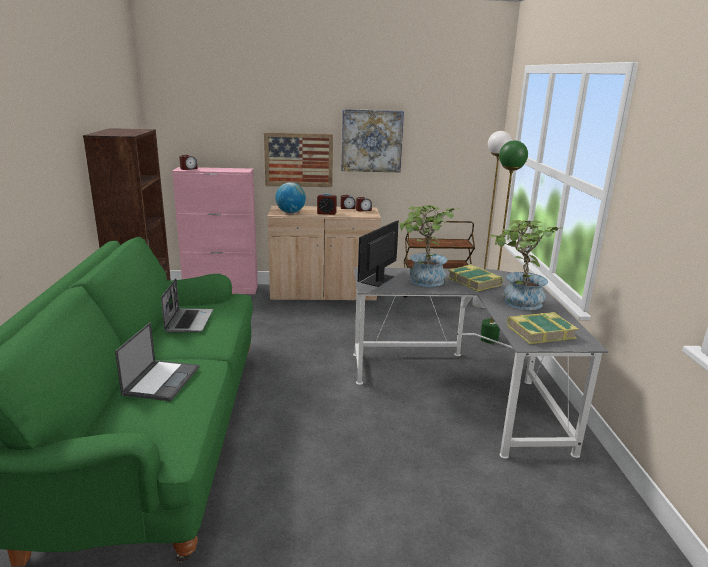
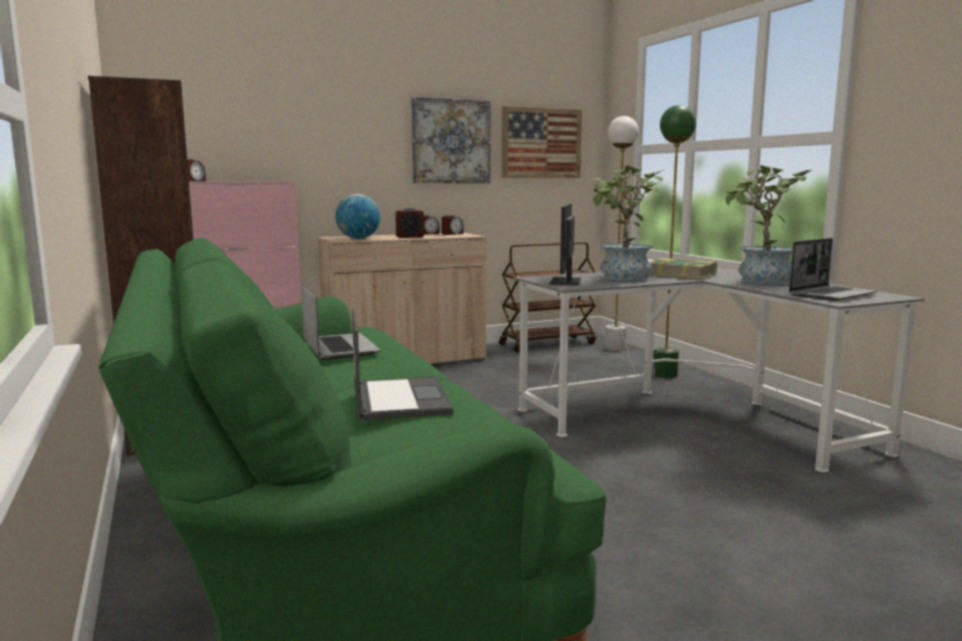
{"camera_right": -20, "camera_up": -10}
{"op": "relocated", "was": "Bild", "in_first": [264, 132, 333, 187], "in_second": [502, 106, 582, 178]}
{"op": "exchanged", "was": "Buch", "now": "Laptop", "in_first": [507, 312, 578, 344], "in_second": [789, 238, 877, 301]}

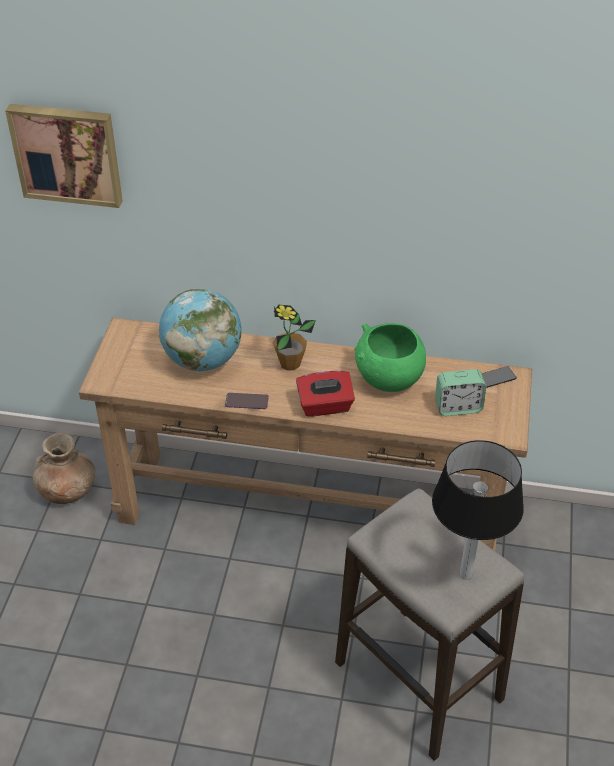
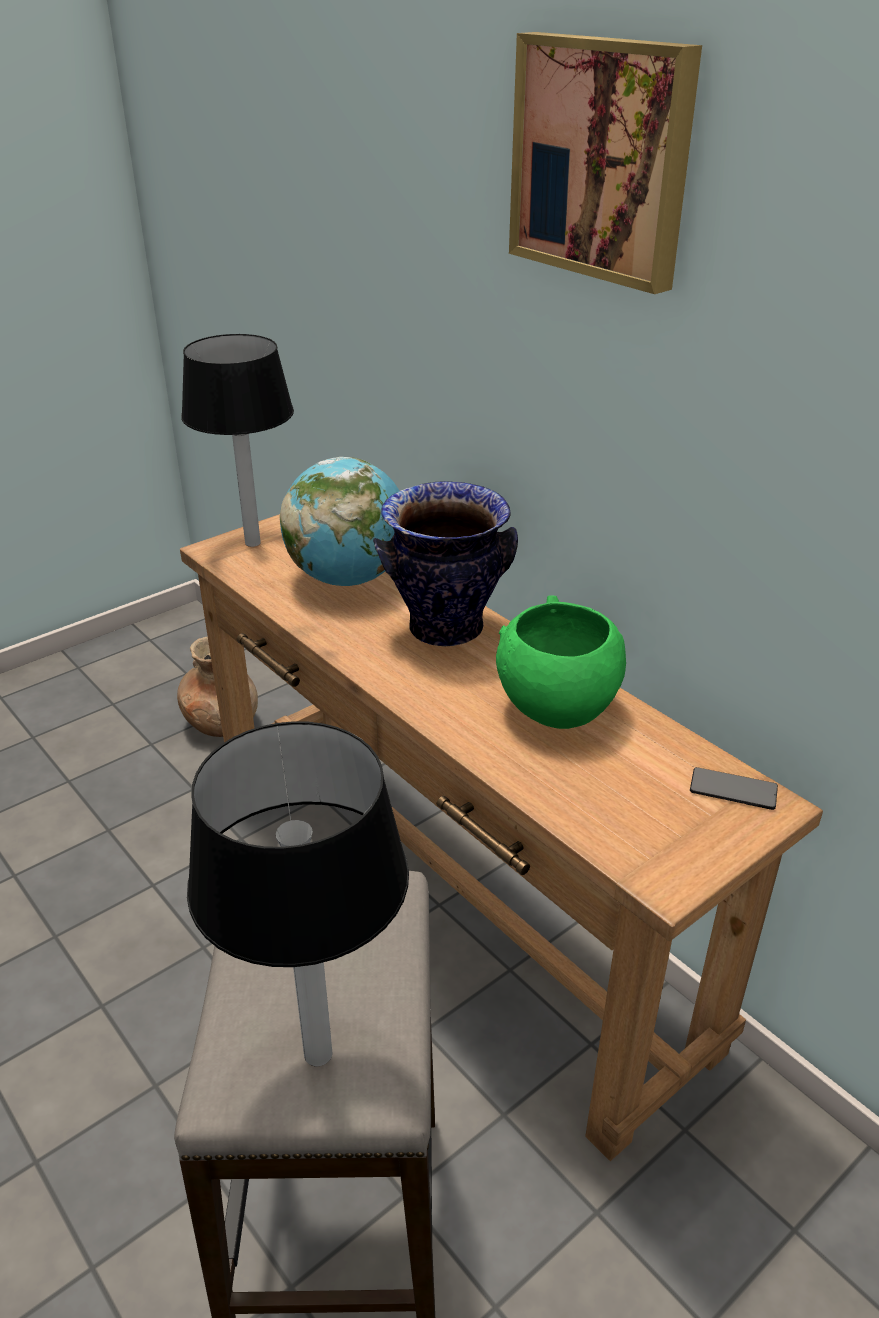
{"camera_right": 40, "camera_up": -10}
{"op": "missing", "was": "Handy", "in_first": [225, 393, 269, 409]}
{"op": "missing", "was": "Taschentuchbox [rot]", "in_first": [296, 371, 355, 417]}
{"op": "missing", "was": "Wecker", "in_first": [435, 369, 486, 416]}
{"op": "appeared", "now": "Tischlampe", "in_second": [181, 334, 294, 547]}
{"op": "relocated", "was": "Bild", "in_first": [5, 104, 123, 208], "in_second": [509, 32, 702, 294]}
{"op": "exchanged", "was": "Topfpflanze", "now": "Vase", "in_first": [273, 305, 316, 371], "in_second": [373, 481, 518, 647]}

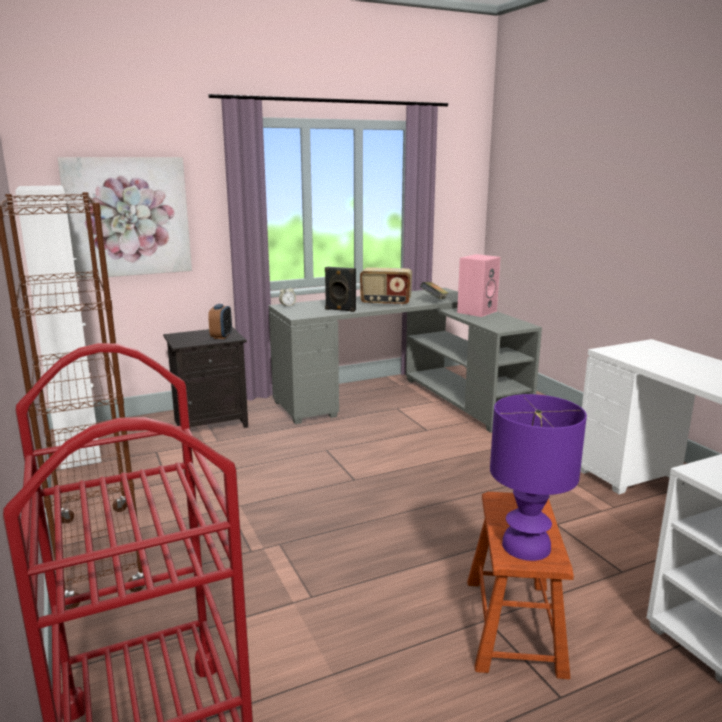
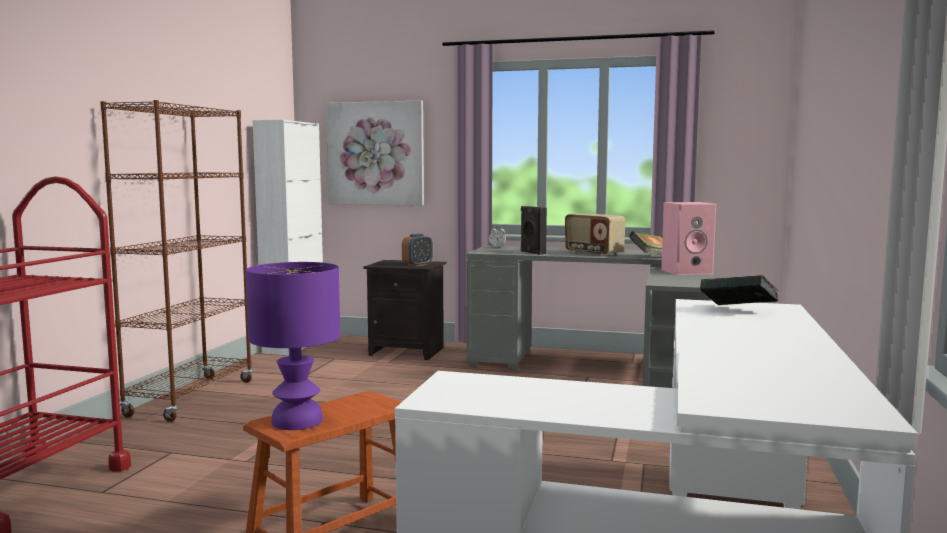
{"camera_right": 40, "camera_up": -10}
{"op": "appeared", "now": "Buch", "in_second": [700, 275, 778, 305]}

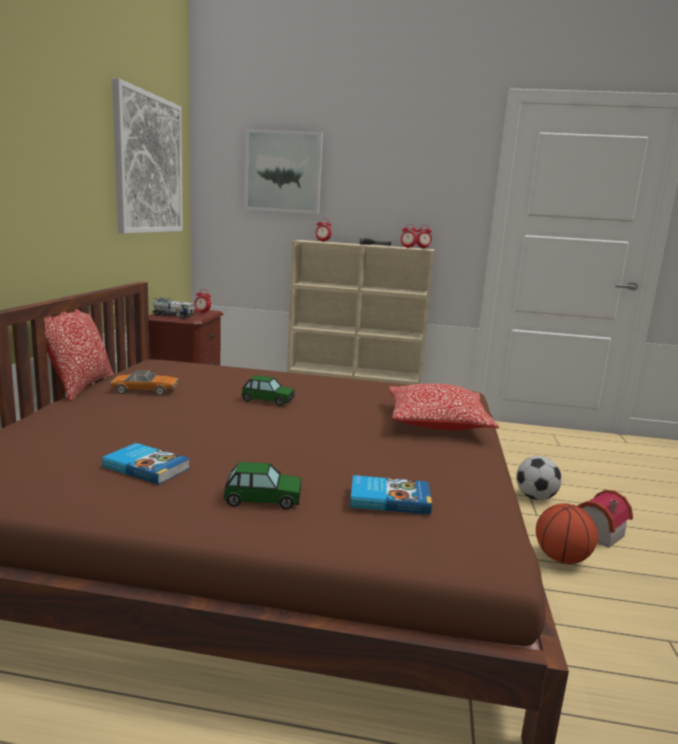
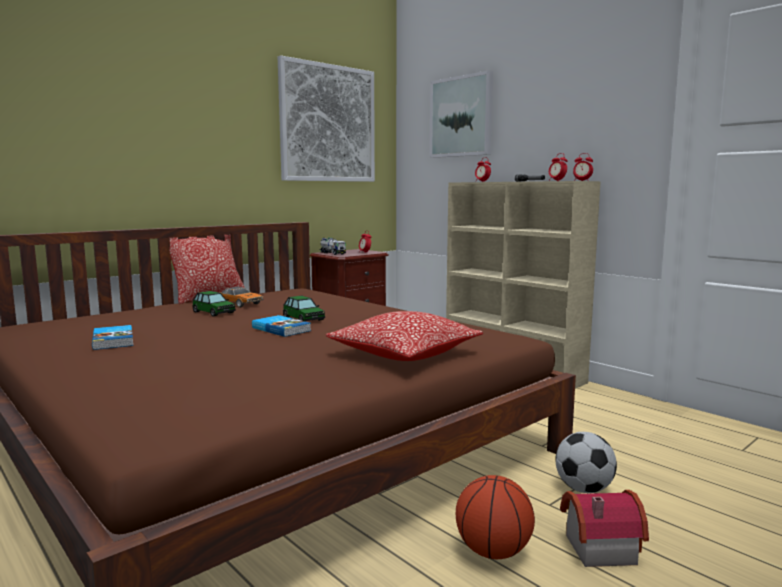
{"camera_right": 40, "camera_up": -5}
{"op": "relocated", "was": "Spielzeugauto", "in_first": [224, 462, 302, 509], "in_second": [192, 291, 236, 316]}
{"op": "relocated", "was": "Buch", "in_first": [350, 475, 432, 515], "in_second": [252, 315, 311, 337]}

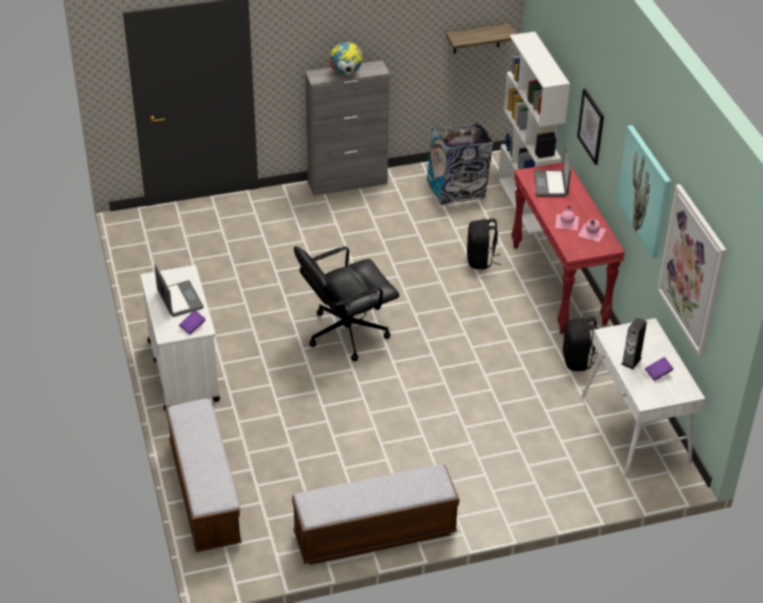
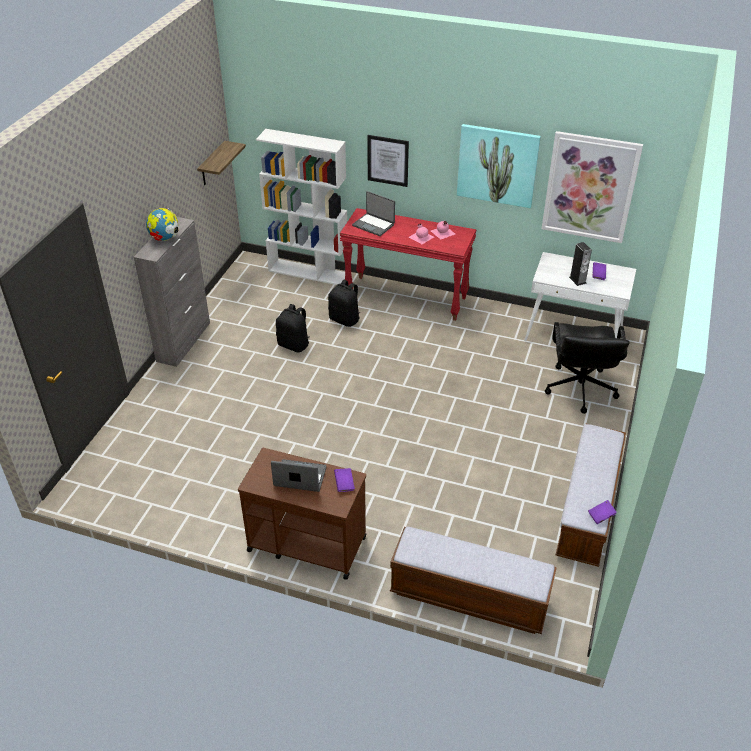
{"camera_right": -55, "camera_up": 0}
{"op": "missing", "was": "Mülleimer", "in_first": [427, 122, 493, 206]}
{"op": "appeared", "now": "Buch [lila]", "in_second": [588, 500, 617, 524]}
{"op": "relocated", "was": "Bürostuhl [schwarz]", "in_first": [294, 246, 400, 361], "in_second": [545, 322, 630, 414]}
{"op": "relocated", "was": "Rucksack [schwarz]", "in_first": [563, 316, 598, 371], "in_second": [276, 304, 310, 352]}
{"op": "colour", "was": "Rollwagen [weiß]", "now": "Rollwagen [braun]", "in_first": [140, 265, 220, 411], "in_second": [238, 448, 366, 580]}

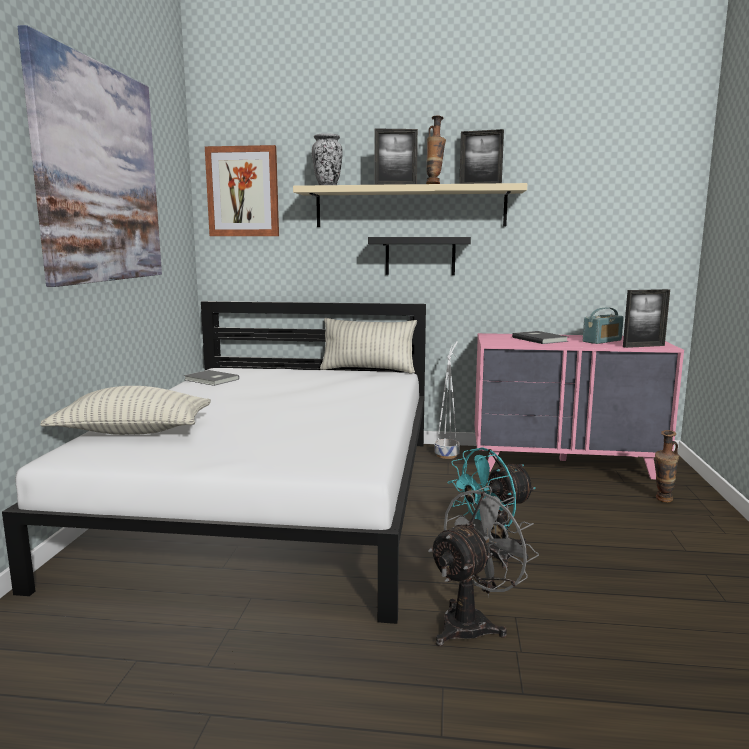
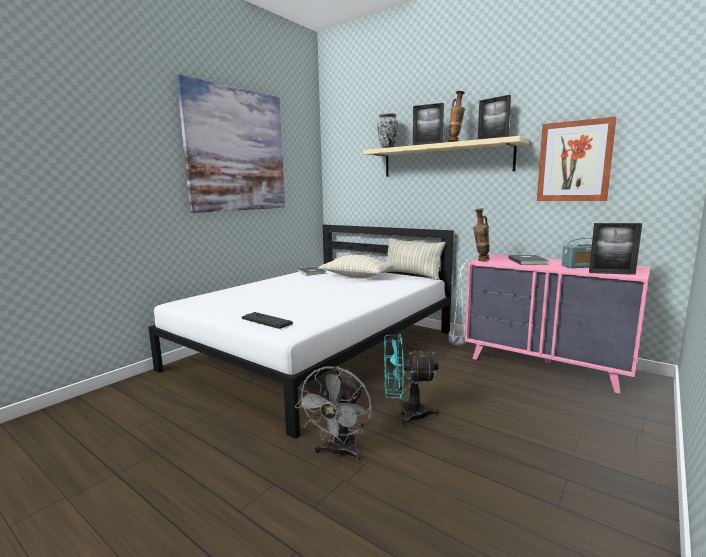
{"camera_right": 30, "camera_up": 0}
{"op": "missing", "was": "Wandregal [schwarz]", "in_first": [368, 237, 471, 275]}
{"op": "appeared", "now": "Tastatur", "in_second": [242, 312, 293, 329]}
{"op": "relocated", "was": "Kissen", "in_first": [40, 386, 211, 435], "in_second": [318, 255, 394, 278]}
{"op": "relocated", "was": "Bild", "in_first": [205, 145, 279, 236], "in_second": [537, 117, 617, 201]}
{"op": "relocated", "was": "Vase", "in_first": [655, 430, 679, 502], "in_second": [473, 208, 490, 261]}
{"op": "spun", "was": "Ventilator [grau]", "in_first": [428, 486, 539, 646], "in_second": [295, 366, 372, 461], "clockwise": 120}

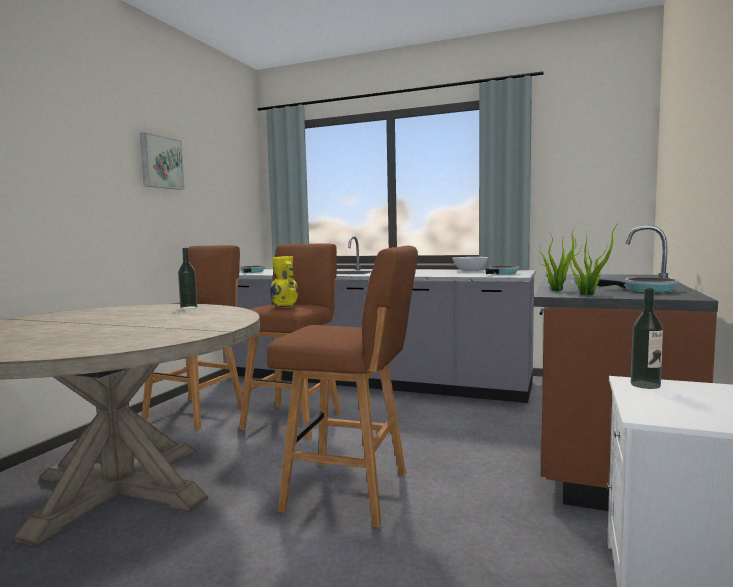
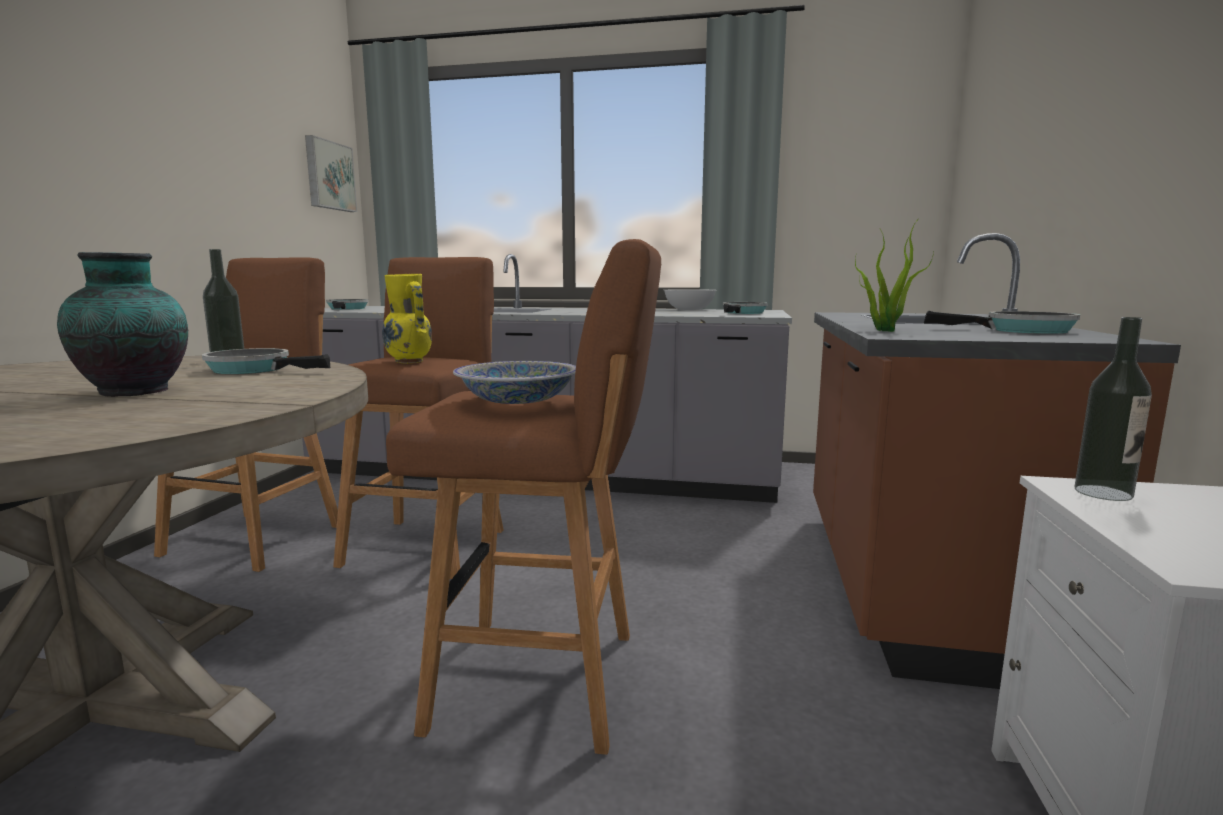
{"camera_right": -10, "camera_up": 5}
{"op": "missing", "was": "Topfpflanze", "in_first": [570, 222, 619, 295]}
{"op": "appeared", "now": "Vase", "in_second": [57, 252, 188, 397]}
{"op": "appeared", "now": "Pfanne", "in_second": [202, 348, 330, 374]}
{"op": "appeared", "now": "Schüssel", "in_second": [453, 361, 576, 404]}
{"op": "relocated", "was": "Bild", "in_first": [140, 132, 185, 190], "in_second": [305, 135, 357, 212]}

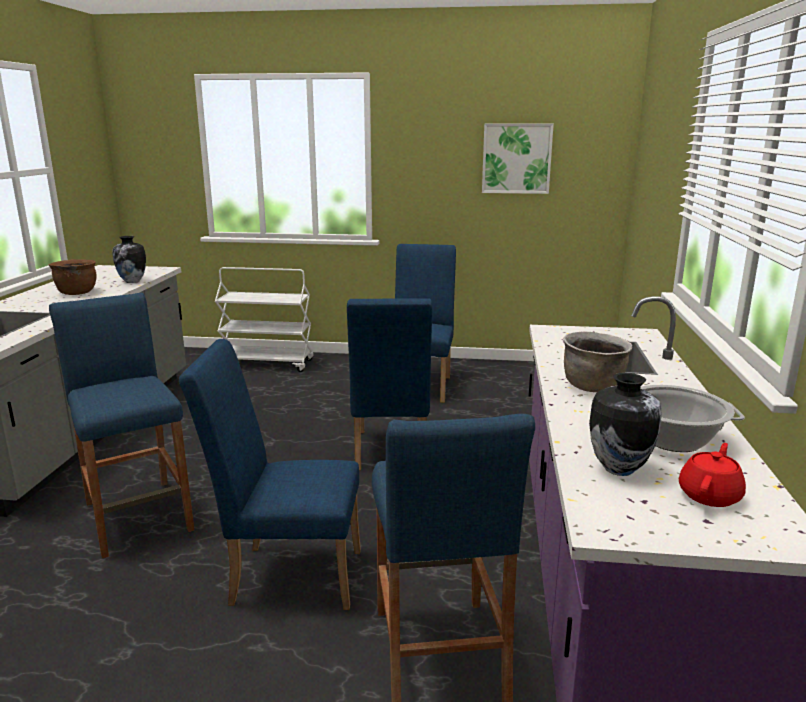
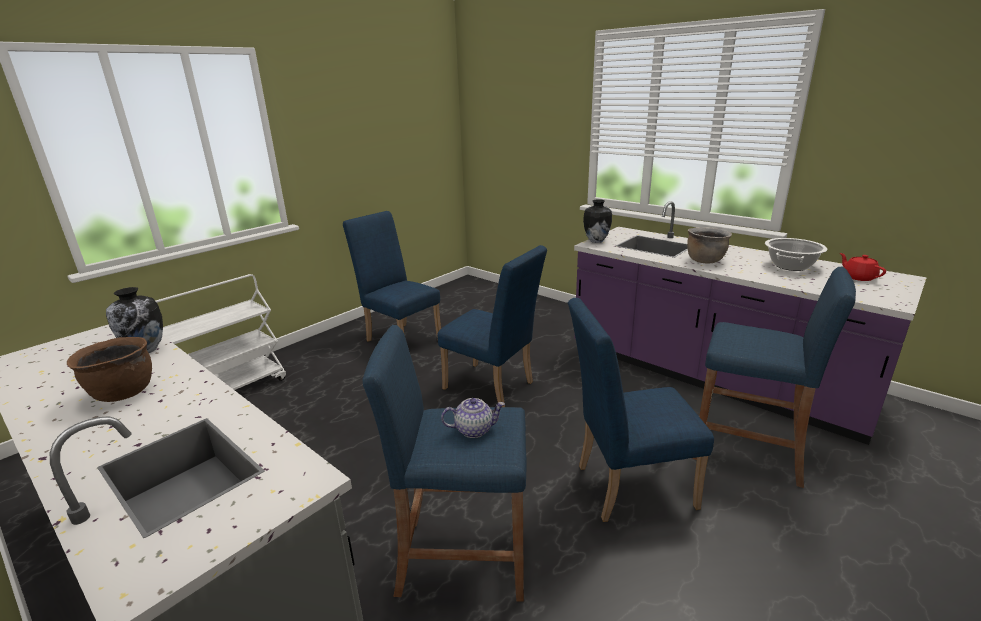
{"camera_right": -55, "camera_up": 5}
{"op": "missing", "was": "Bild", "in_first": [482, 124, 554, 194]}
{"op": "appeared", "now": "Teekanne", "in_second": [441, 398, 505, 438]}
{"op": "relocated", "was": "Vase", "in_first": [589, 373, 662, 476], "in_second": [583, 199, 612, 243]}
{"op": "spun", "was": "Stuhl [blau]", "in_first": [179, 339, 361, 610], "in_second": [568, 298, 714, 522], "clockwise": 45}

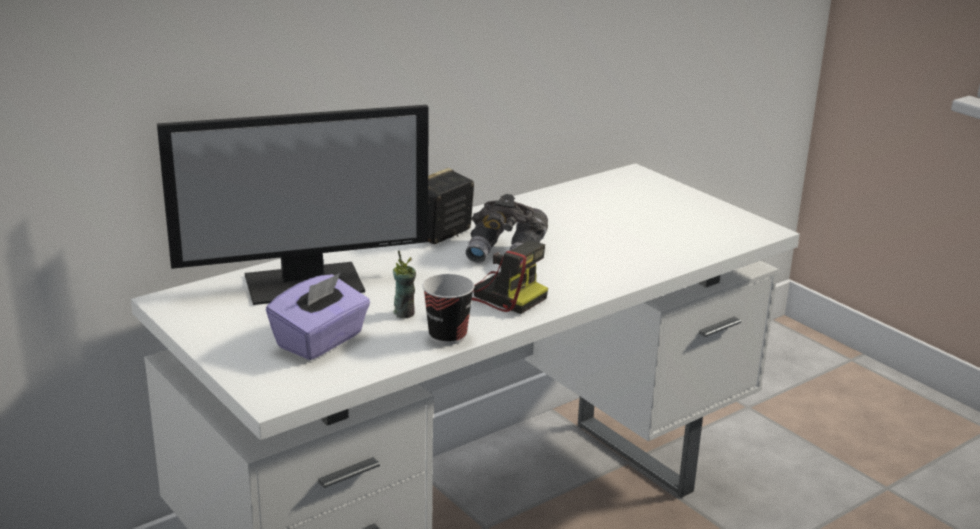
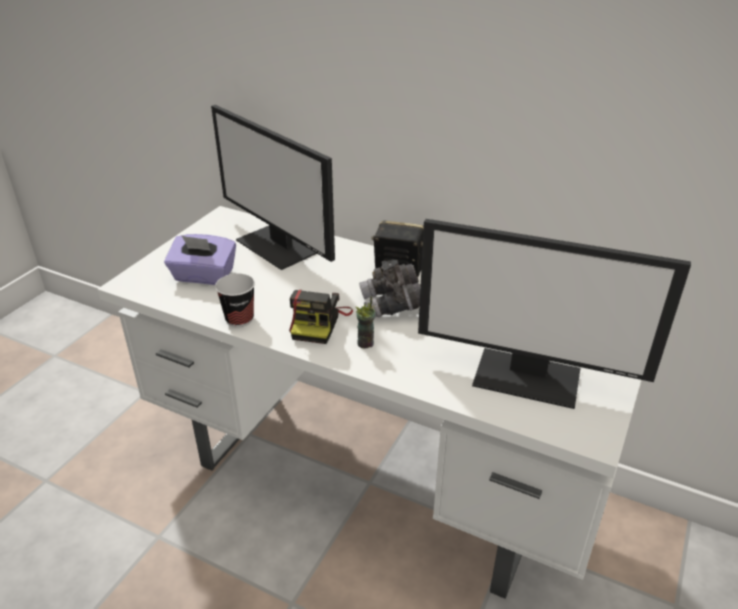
{"camera_right": 65, "camera_up": 10}
{"op": "appeared", "now": "Monitor", "in_second": [418, 219, 691, 409]}
{"op": "relocated", "was": "Tasse", "in_first": [393, 250, 416, 318], "in_second": [356, 296, 375, 349]}

